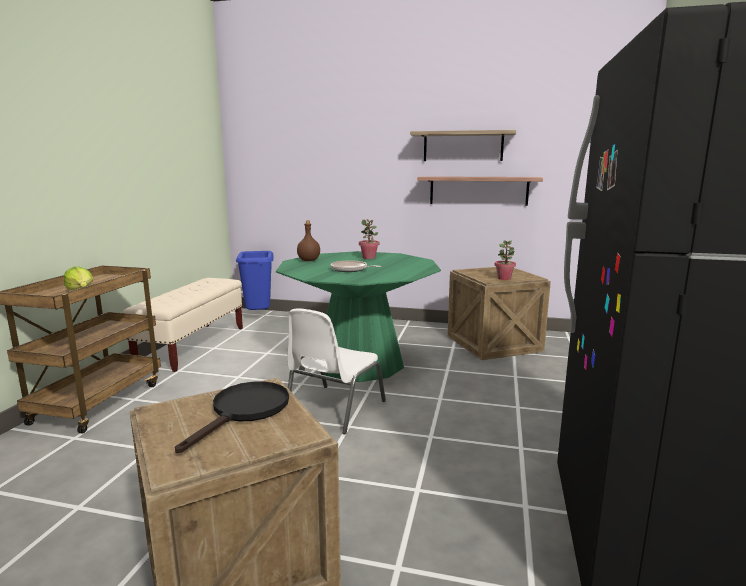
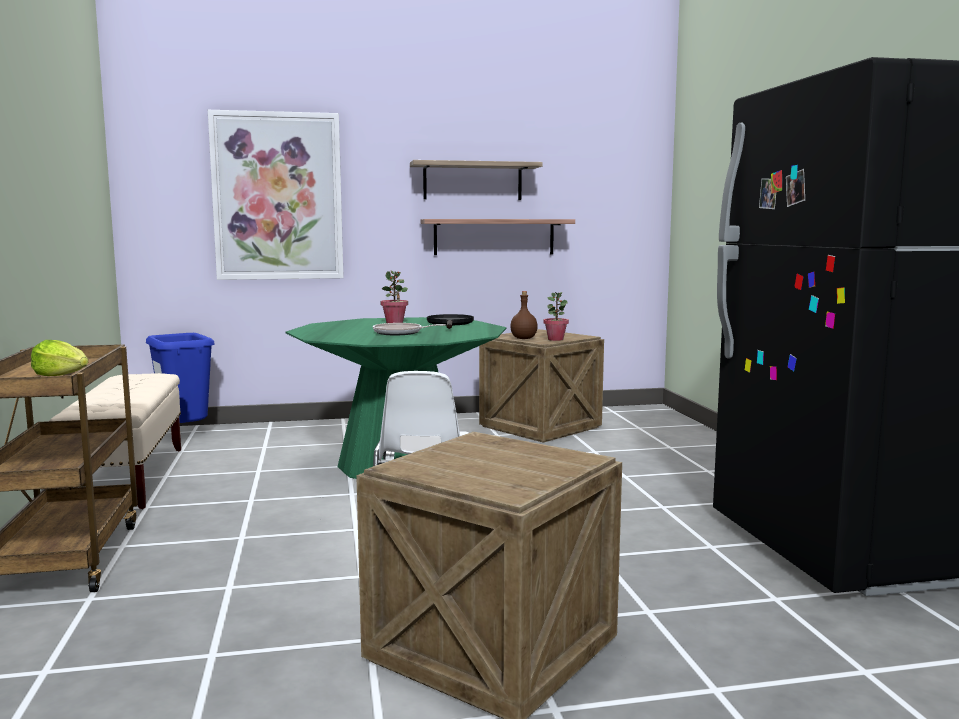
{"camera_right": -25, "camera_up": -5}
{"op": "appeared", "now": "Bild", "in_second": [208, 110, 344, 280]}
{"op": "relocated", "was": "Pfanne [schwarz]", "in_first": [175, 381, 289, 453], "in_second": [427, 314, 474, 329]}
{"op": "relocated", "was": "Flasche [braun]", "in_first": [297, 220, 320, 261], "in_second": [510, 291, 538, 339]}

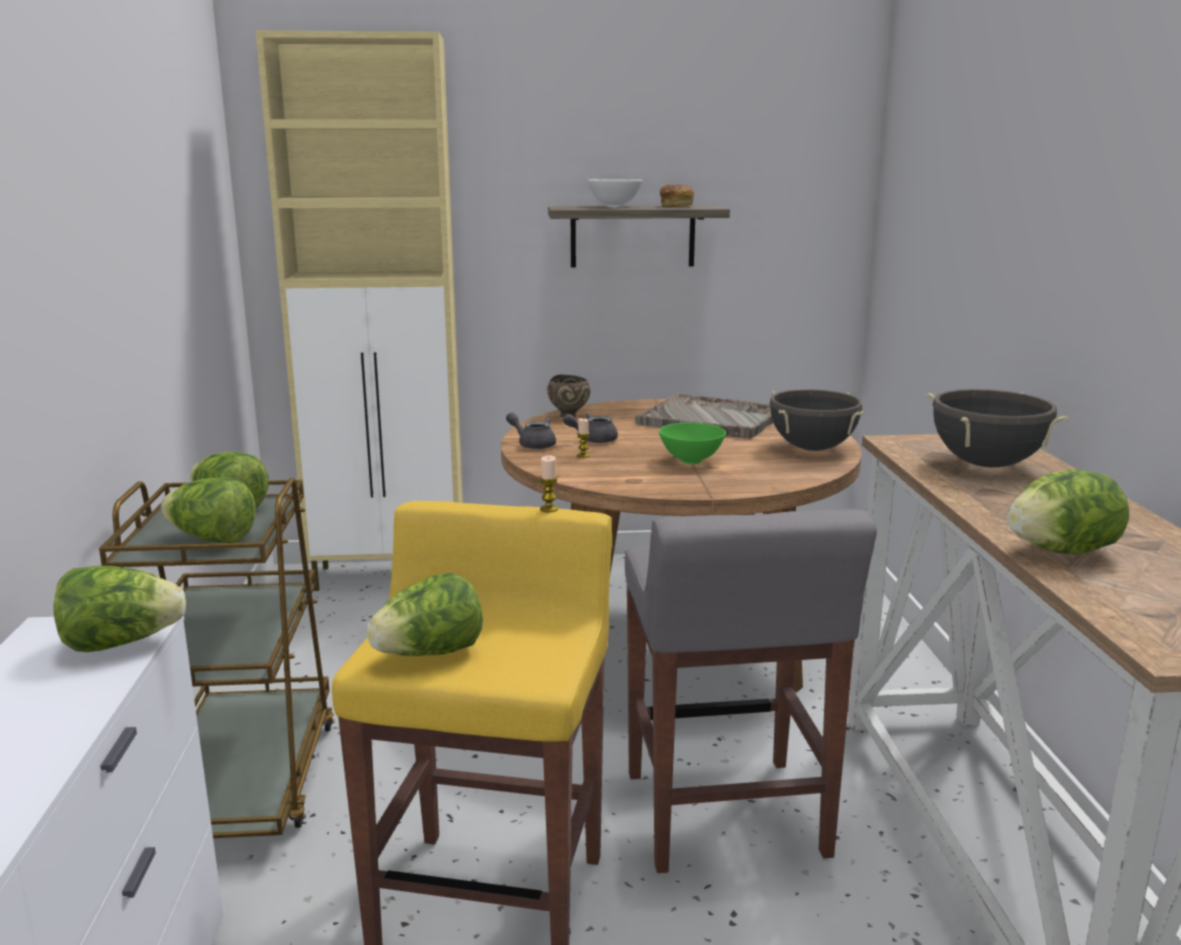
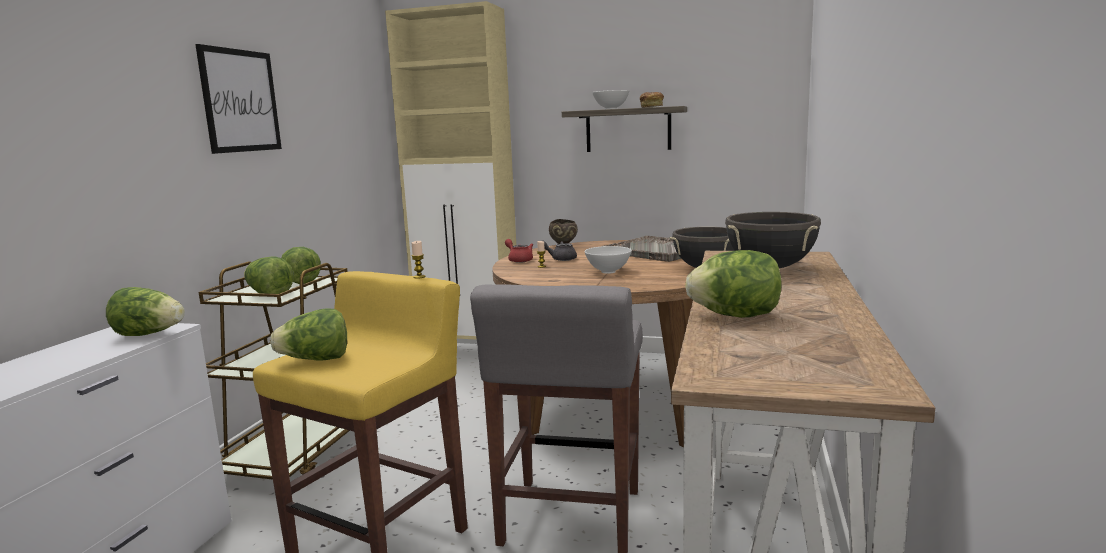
{"camera_right": 20, "camera_up": -5}
{"op": "appeared", "now": "Bild", "in_second": [195, 44, 282, 154]}
{"op": "colour", "was": "Teekanne [grau]", "now": "Teekanne [rot]", "in_first": [506, 412, 556, 449], "in_second": [505, 239, 533, 263]}
{"op": "colour", "was": "Schüssel [grün]", "now": "Schüssel [weiß]", "in_first": [659, 423, 726, 464], "in_second": [584, 246, 632, 274]}

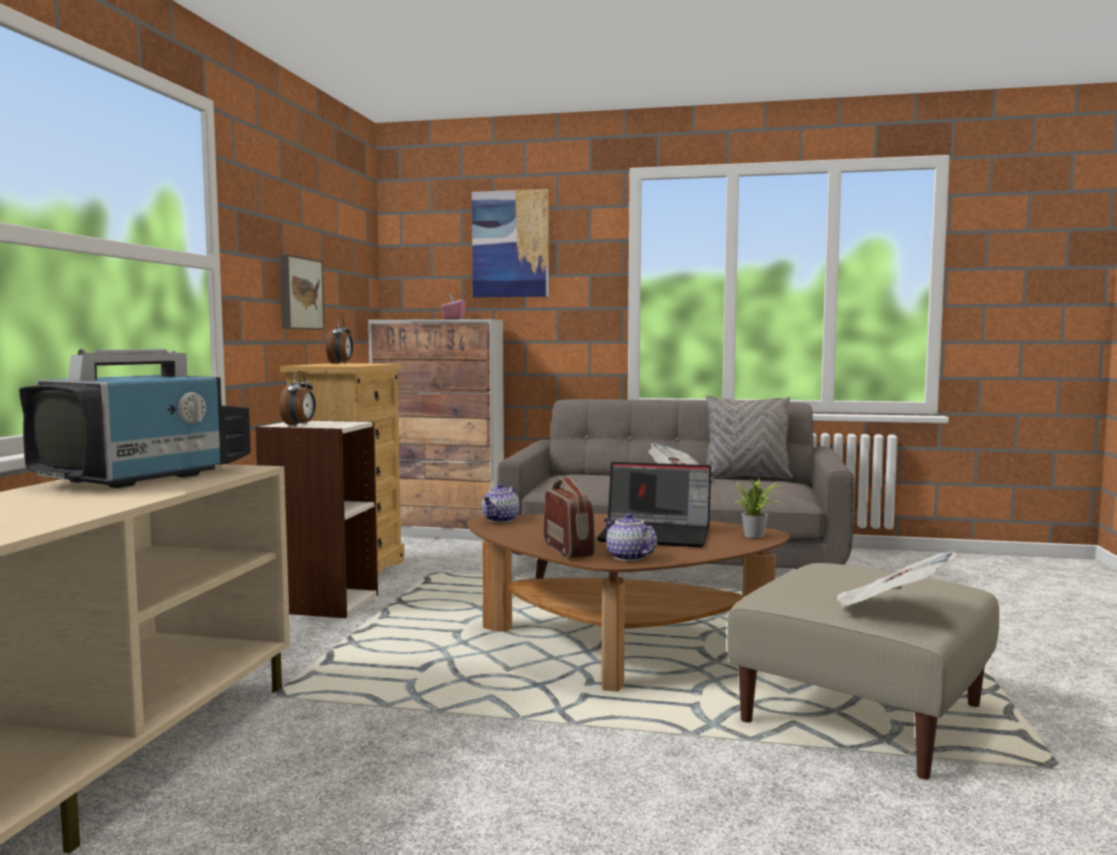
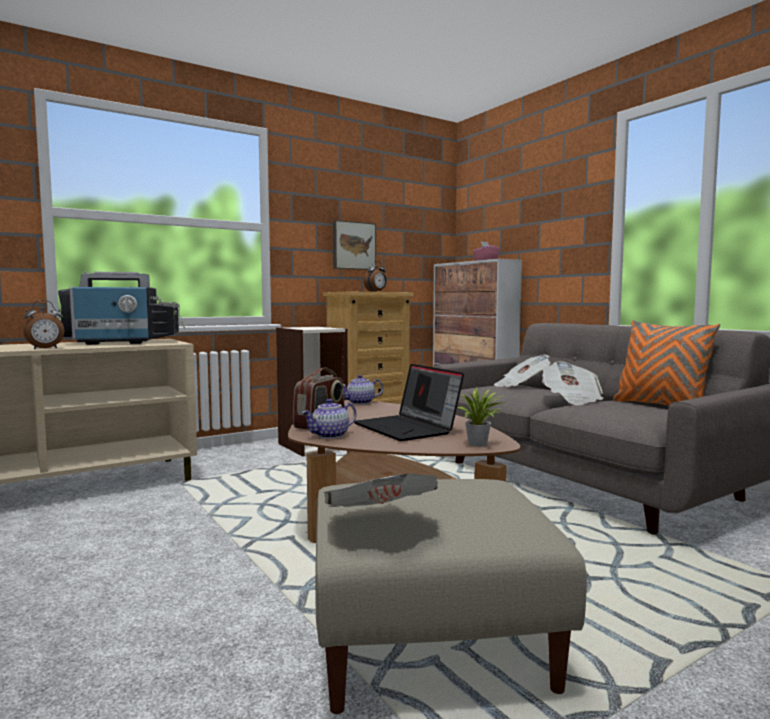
{"camera_right": 45, "camera_up": 0}
{"op": "missing", "was": "Bild", "in_first": [472, 189, 549, 297]}
{"op": "appeared", "now": "Zeitung", "in_second": [494, 355, 551, 387]}
{"op": "relocated", "was": "Wecker", "in_first": [279, 371, 316, 426], "in_second": [23, 300, 64, 349]}
{"op": "colour", "was": "Kissen [grau]", "now": "Kissen [orange]", "in_first": [706, 395, 793, 479], "in_second": [613, 320, 720, 406]}
{"op": "spun", "was": "Teekanne", "in_first": [604, 513, 657, 561], "in_second": [302, 399, 357, 439], "clockwise": -135}

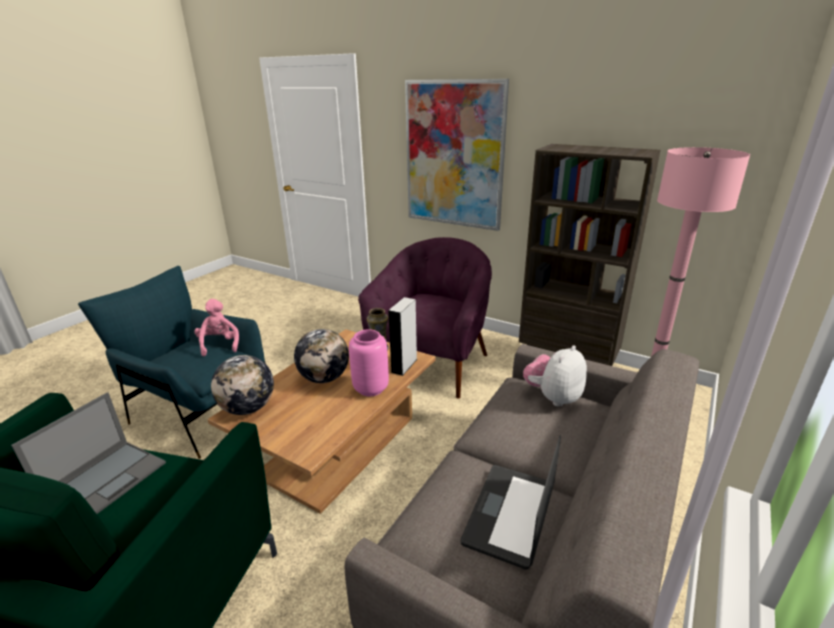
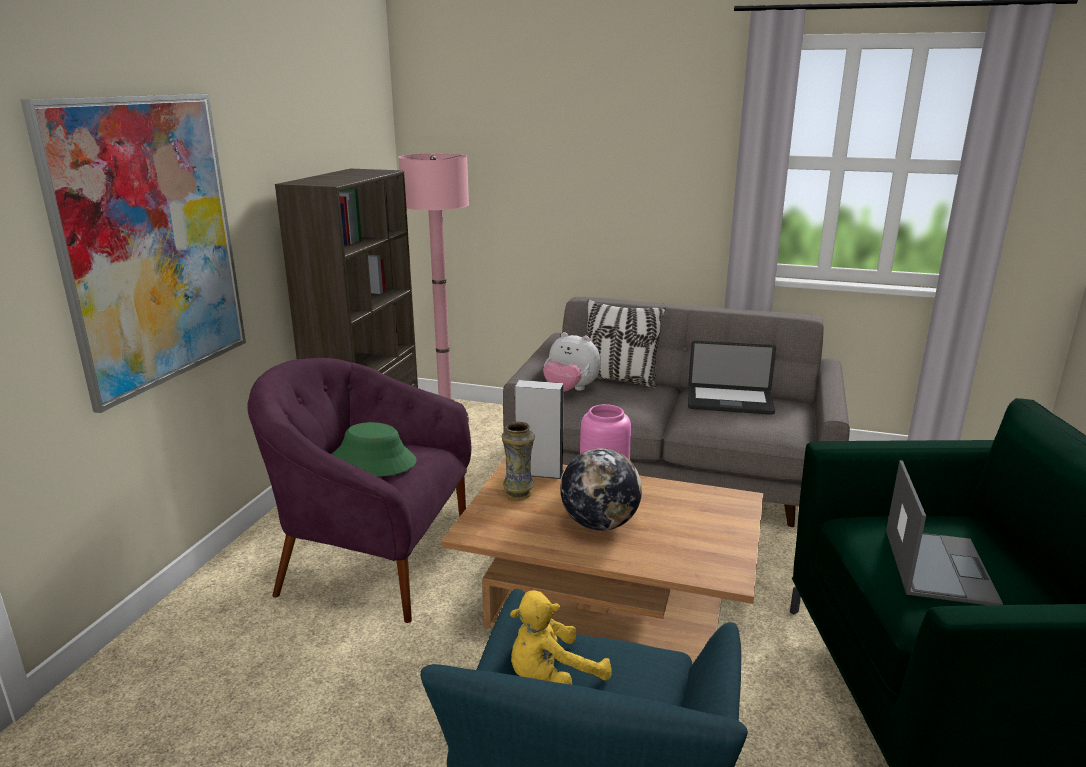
{"camera_right": -105, "camera_up": -5}
{"op": "missing", "was": "Globus", "in_first": [211, 355, 274, 415]}
{"op": "appeared", "now": "Hut [grün]", "in_second": [332, 422, 417, 477]}
{"op": "appeared", "now": "Kissen", "in_second": [587, 299, 666, 388]}
{"op": "colour", "was": "Plüschtier [rosa]", "now": "Plüschtier [gelb]", "in_first": [194, 299, 239, 356], "in_second": [510, 590, 612, 685]}
{"op": "spun", "was": "Laptop", "in_first": [11, 392, 166, 514], "in_second": [886, 460, 1003, 605], "clockwise": 90}

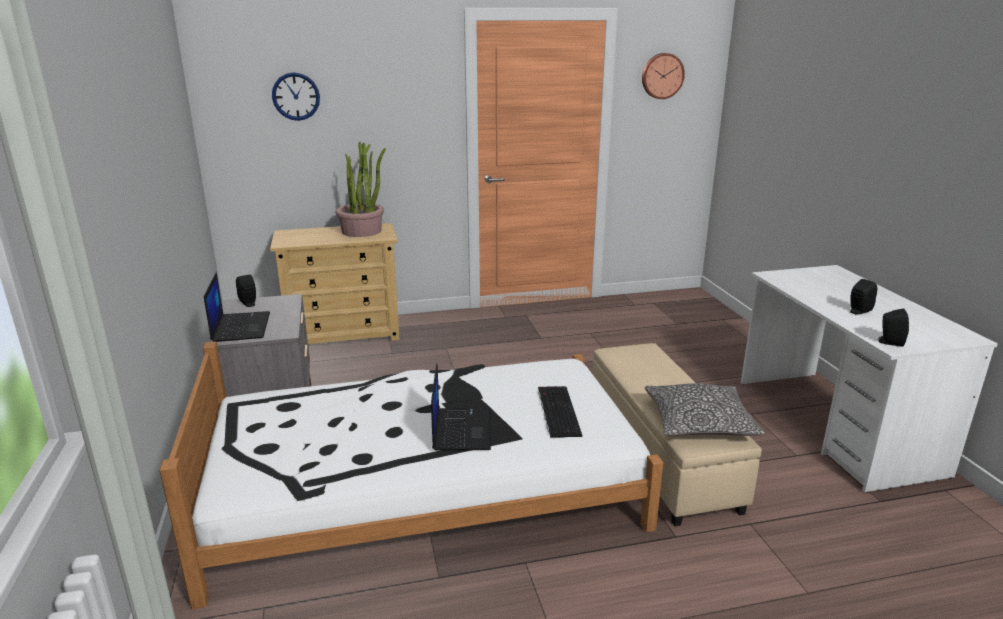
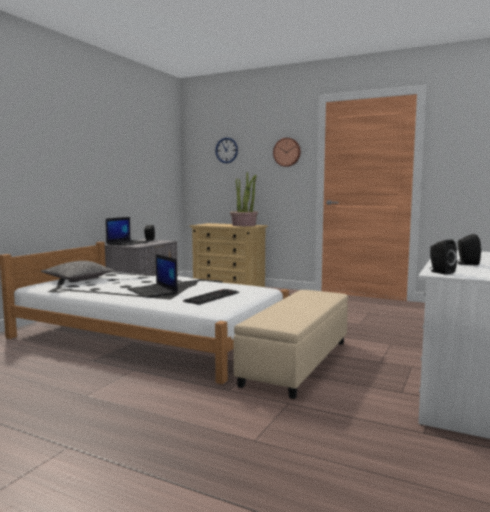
{"camera_right": 40, "camera_up": -15}
{"op": "relocated", "was": "Wanduhr", "in_first": [642, 53, 685, 99], "in_second": [273, 138, 301, 167]}
{"op": "relocated", "was": "Kissen", "in_first": [645, 383, 765, 436], "in_second": [41, 261, 115, 281]}
{"op": "spun", "was": "Laptop", "in_first": [431, 363, 491, 451], "in_second": [127, 254, 178, 298], "clockwise": 105}

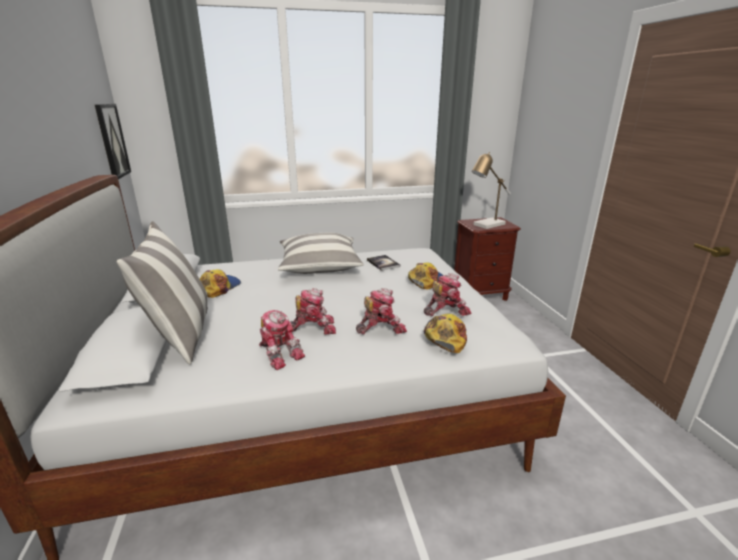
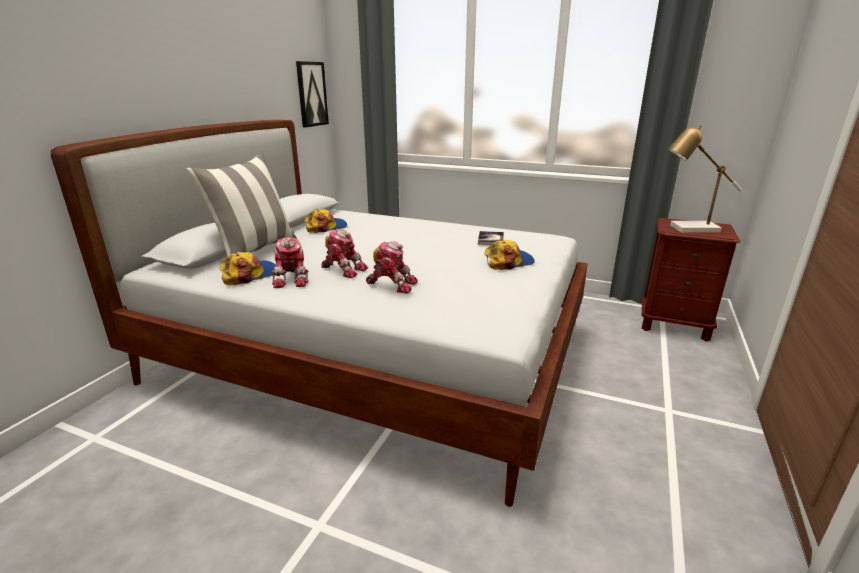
{"camera_right": 35, "camera_up": 0}
{"op": "missing", "was": "Kissen", "in_first": [278, 233, 364, 274]}
{"op": "missing", "was": "Spielzeugroboter", "in_first": [424, 273, 471, 316]}
{"op": "relocated", "was": "Kappe", "in_first": [424, 314, 467, 353], "in_second": [219, 252, 276, 285]}

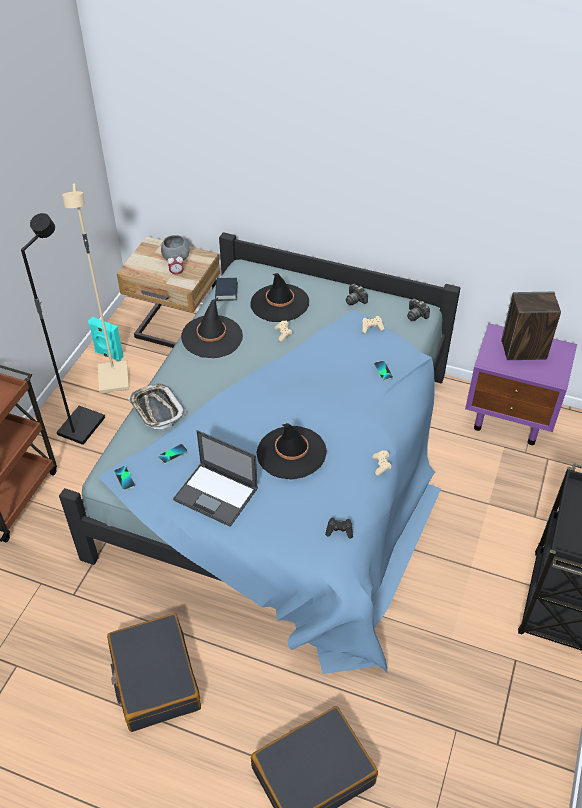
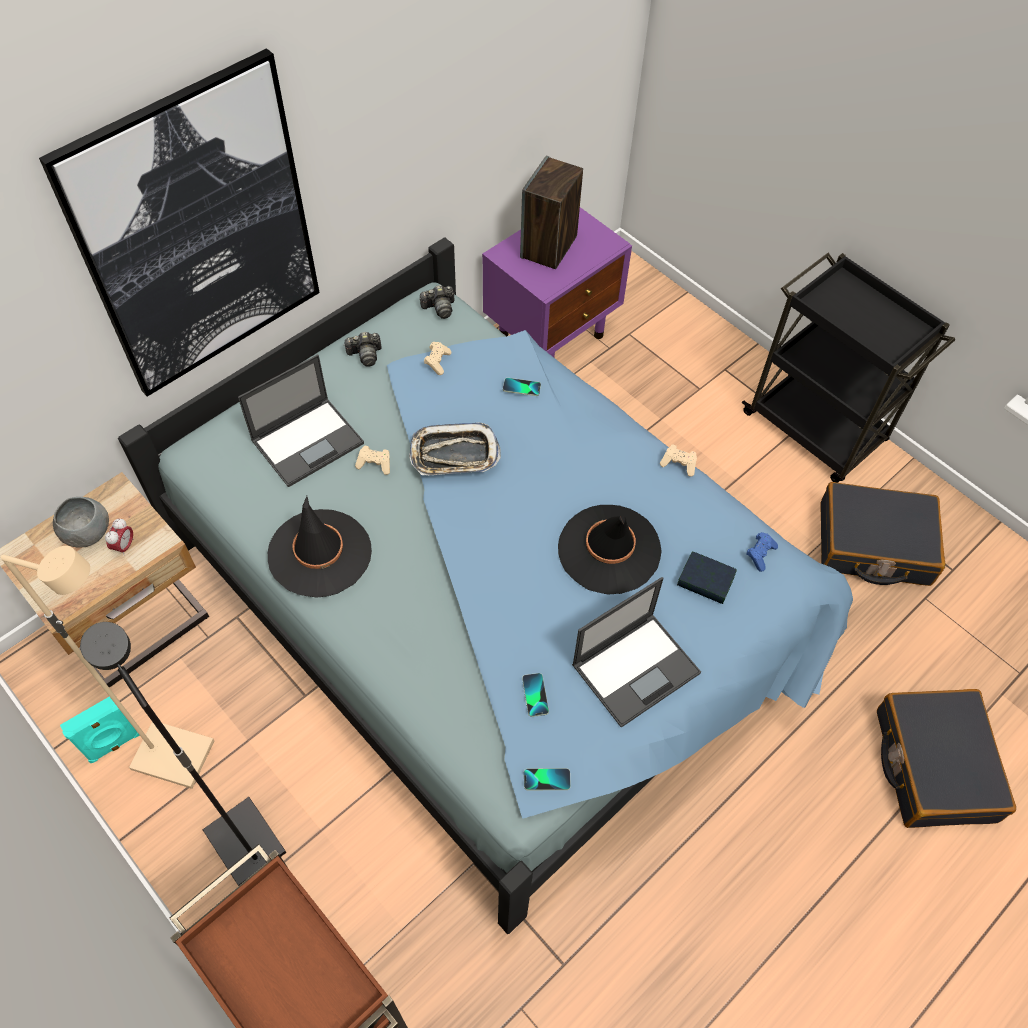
{"camera_right": -65, "camera_up": 10}
{"op": "appeared", "now": "Bild", "in_second": [39, 48, 320, 397]}
{"op": "relocated", "was": "Koffer [schwarz]", "in_first": [107, 613, 201, 732], "in_second": [820, 482, 945, 586]}
{"op": "relocated", "was": "Tablett", "in_first": [128, 383, 186, 429], "in_second": [409, 422, 501, 475]}
{"op": "relocated", "was": "Buch", "in_first": [215, 278, 238, 301], "in_second": [677, 551, 737, 604]}
{"op": "exchanged", "was": "Hut [schwarz]", "now": "Laptop", "in_first": [250, 273, 309, 322], "in_second": [238, 354, 364, 487]}
{"op": "colour", "was": "Gamepad [schwarz]", "now": "Gamepad [blau]", "in_first": [325, 518, 353, 539], "in_second": [746, 532, 778, 572]}

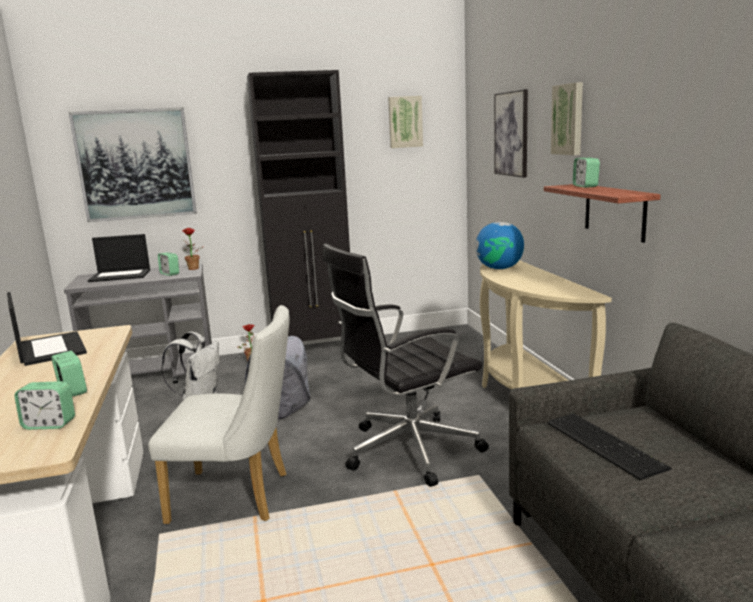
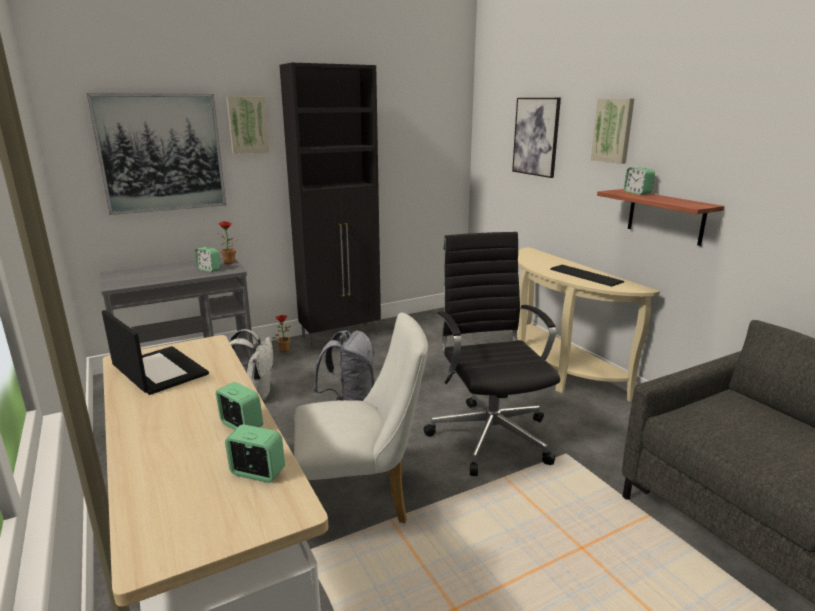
{"camera_right": -15, "camera_up": 5}
{"op": "missing", "was": "Laptop", "in_first": [88, 234, 150, 282]}
{"op": "missing", "was": "Globus", "in_first": [476, 222, 524, 269]}
{"op": "relocated", "was": "Bild", "in_first": [388, 96, 423, 148], "in_second": [226, 96, 269, 154]}
{"op": "relocated", "was": "Tastatur", "in_first": [547, 414, 672, 480], "in_second": [550, 265, 624, 287]}
{"op": "spun", "was": "Wecker", "in_first": [14, 381, 75, 430], "in_second": [225, 424, 285, 483], "clockwise": -150}
{"op": "spun", "was": "Bürostuhl [schwarz]", "in_first": [322, 243, 489, 487], "in_second": [423, 232, 560, 476], "clockwise": 120}

